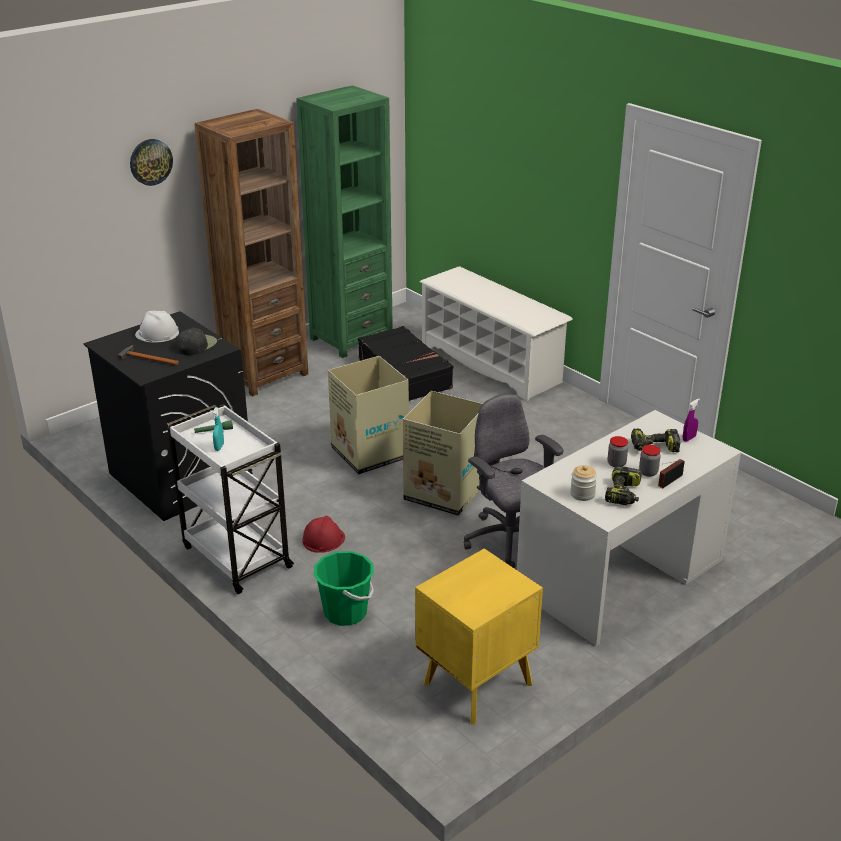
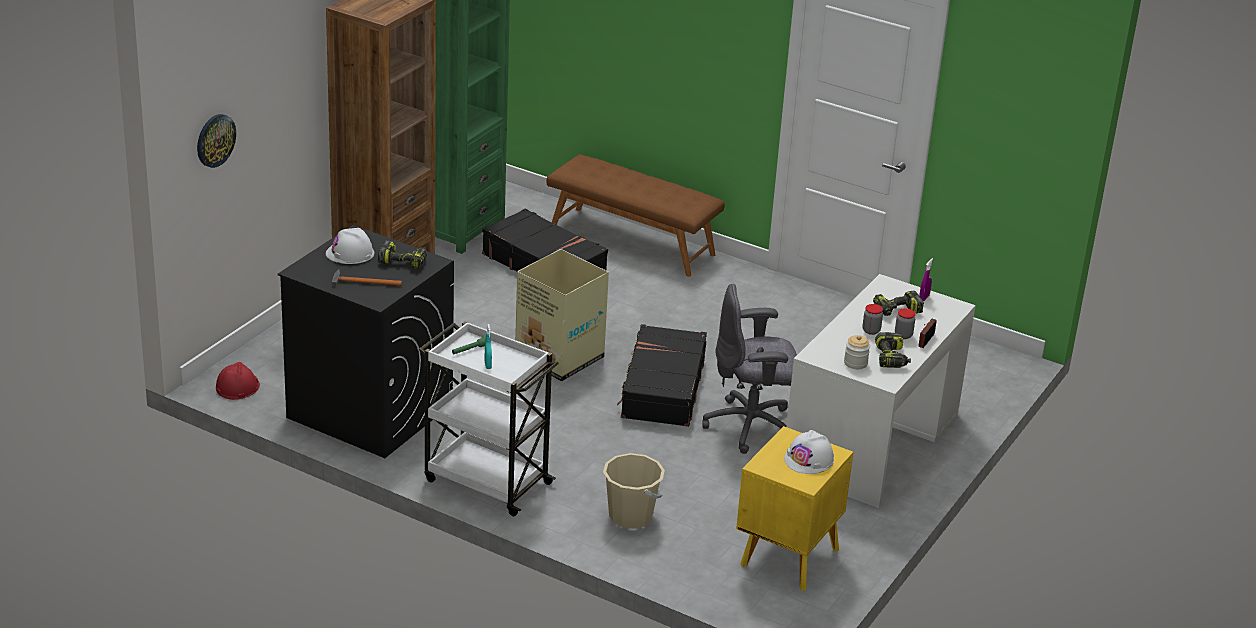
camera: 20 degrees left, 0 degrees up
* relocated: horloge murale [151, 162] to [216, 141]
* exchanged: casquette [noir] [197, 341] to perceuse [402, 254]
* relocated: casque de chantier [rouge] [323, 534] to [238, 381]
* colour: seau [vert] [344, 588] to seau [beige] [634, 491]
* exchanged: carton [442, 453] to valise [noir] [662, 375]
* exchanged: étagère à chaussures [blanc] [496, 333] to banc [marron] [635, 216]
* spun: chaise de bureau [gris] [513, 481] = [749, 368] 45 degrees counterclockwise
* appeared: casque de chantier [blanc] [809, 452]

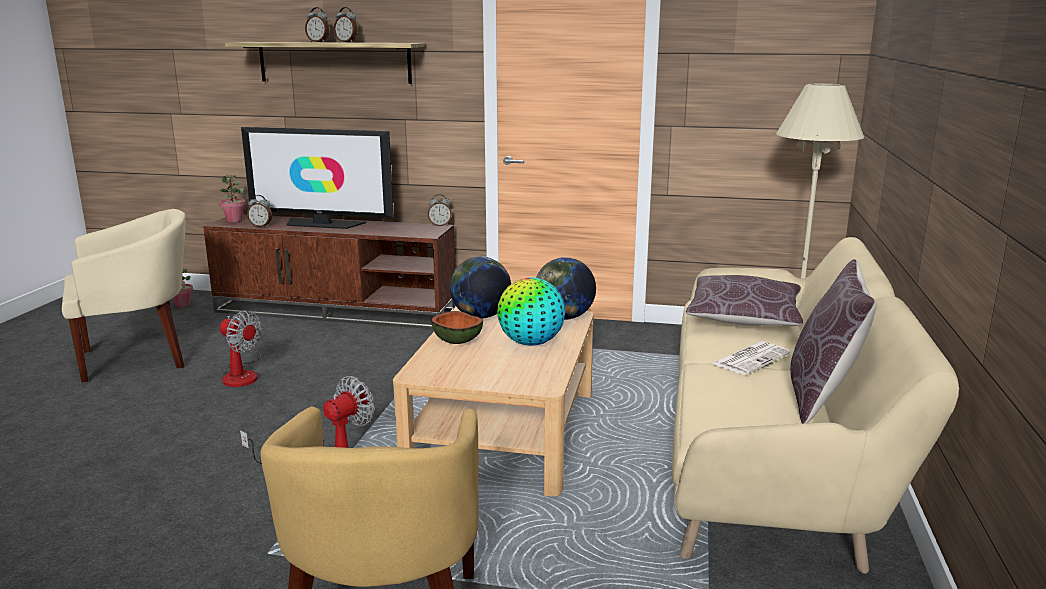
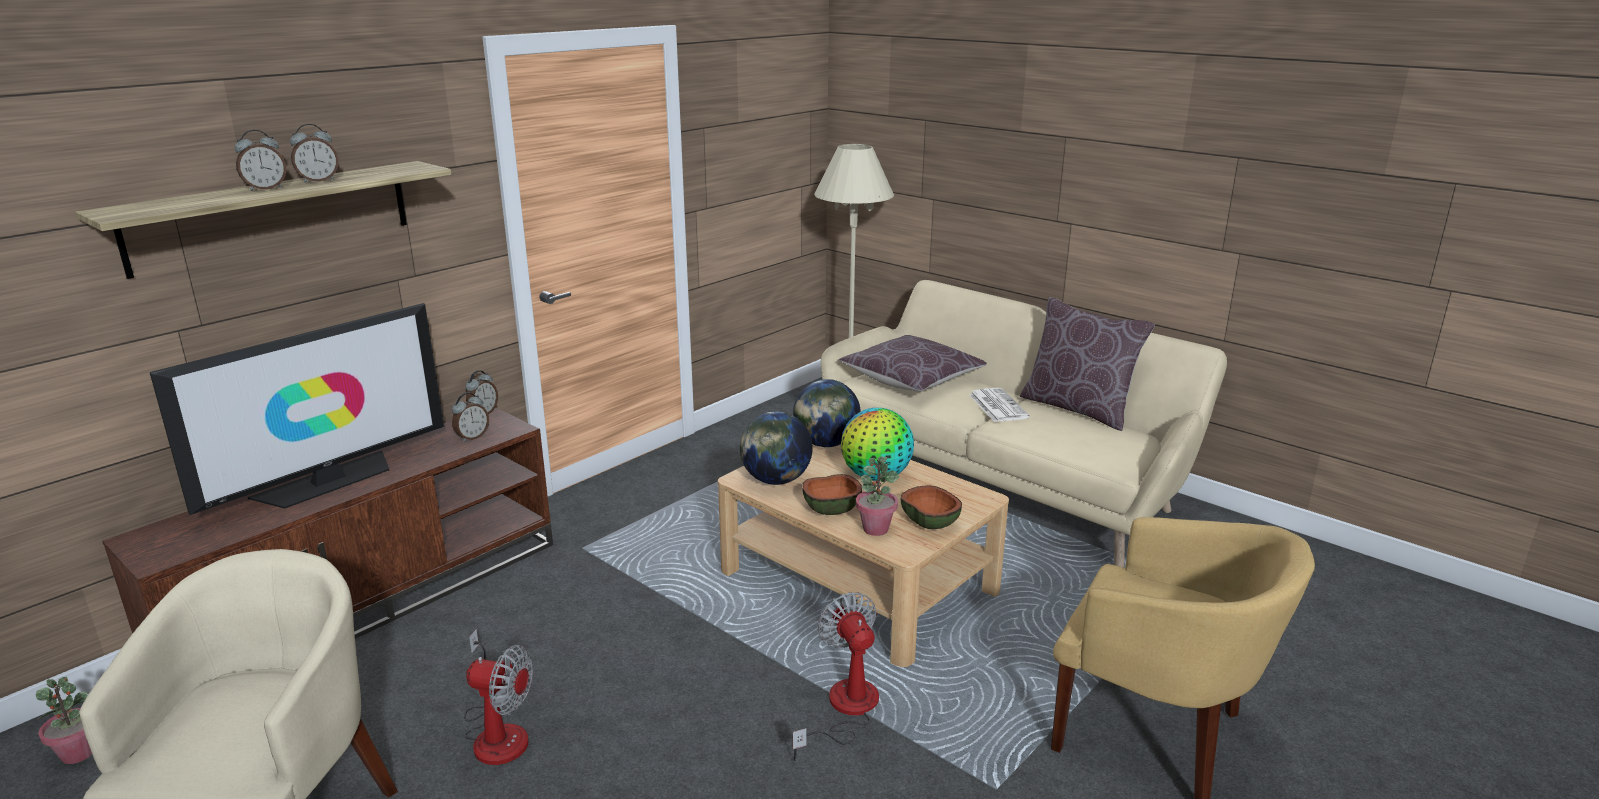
camera: 60 degrees left, 5 degrees up
* relocated: plante en pot [232, 198] to [877, 496]
* spun: ventilateur [241, 348] = [498, 697] 45 degrees clockwise
* relocated: réveil [259, 211] to [470, 417]
* appeared: bol [931, 507]

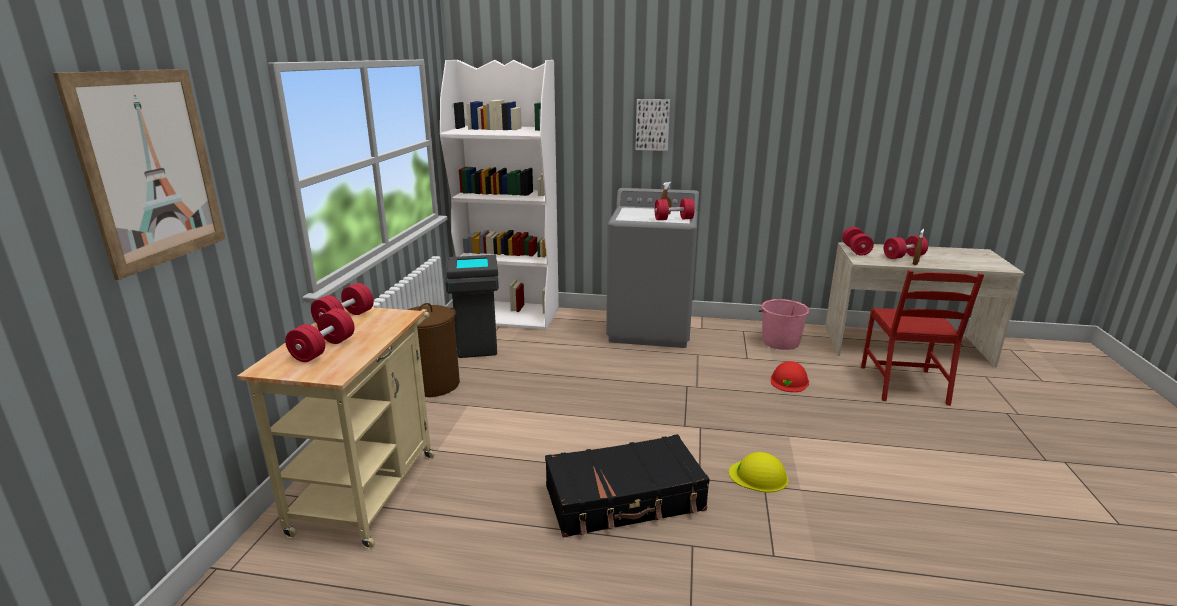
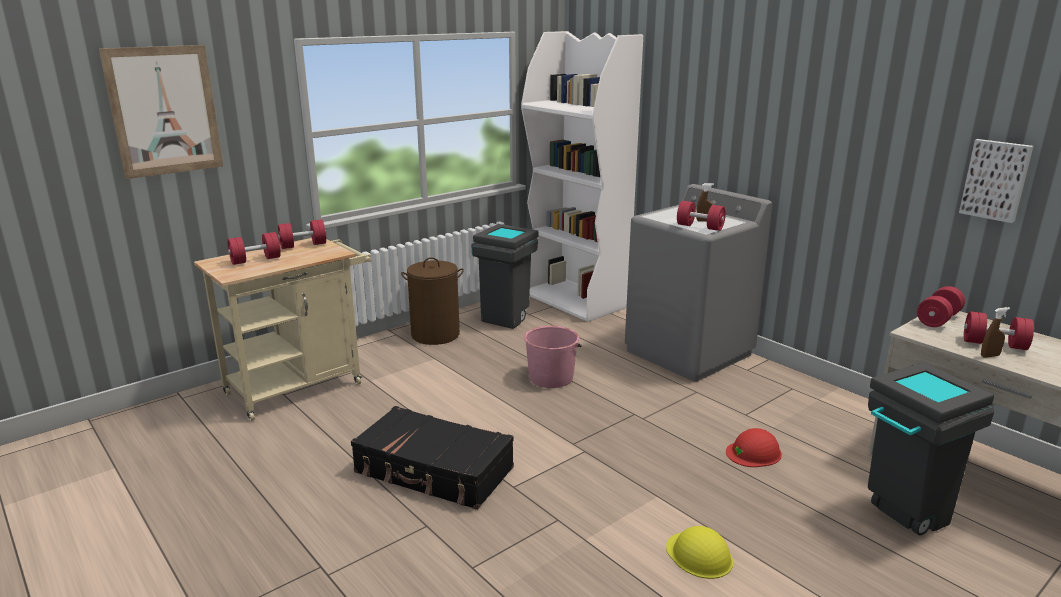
camera: 40 degrees right, 0 degrees up
* relocated: tableau [652, 125] to [996, 181]
* relocated: casque de chantier [jaune] [758, 472] to [699, 552]
* relocated: seau [rose] [784, 324] to [553, 357]
* exchanged: chaise [rouge] [922, 338] to poubelle [gris] [931, 449]

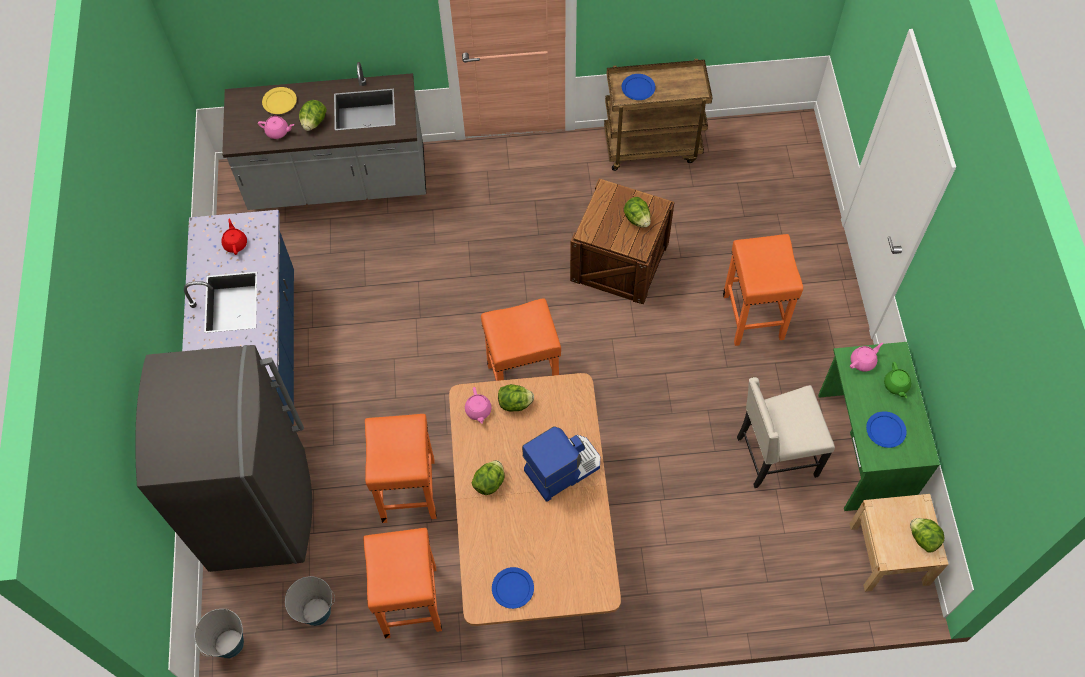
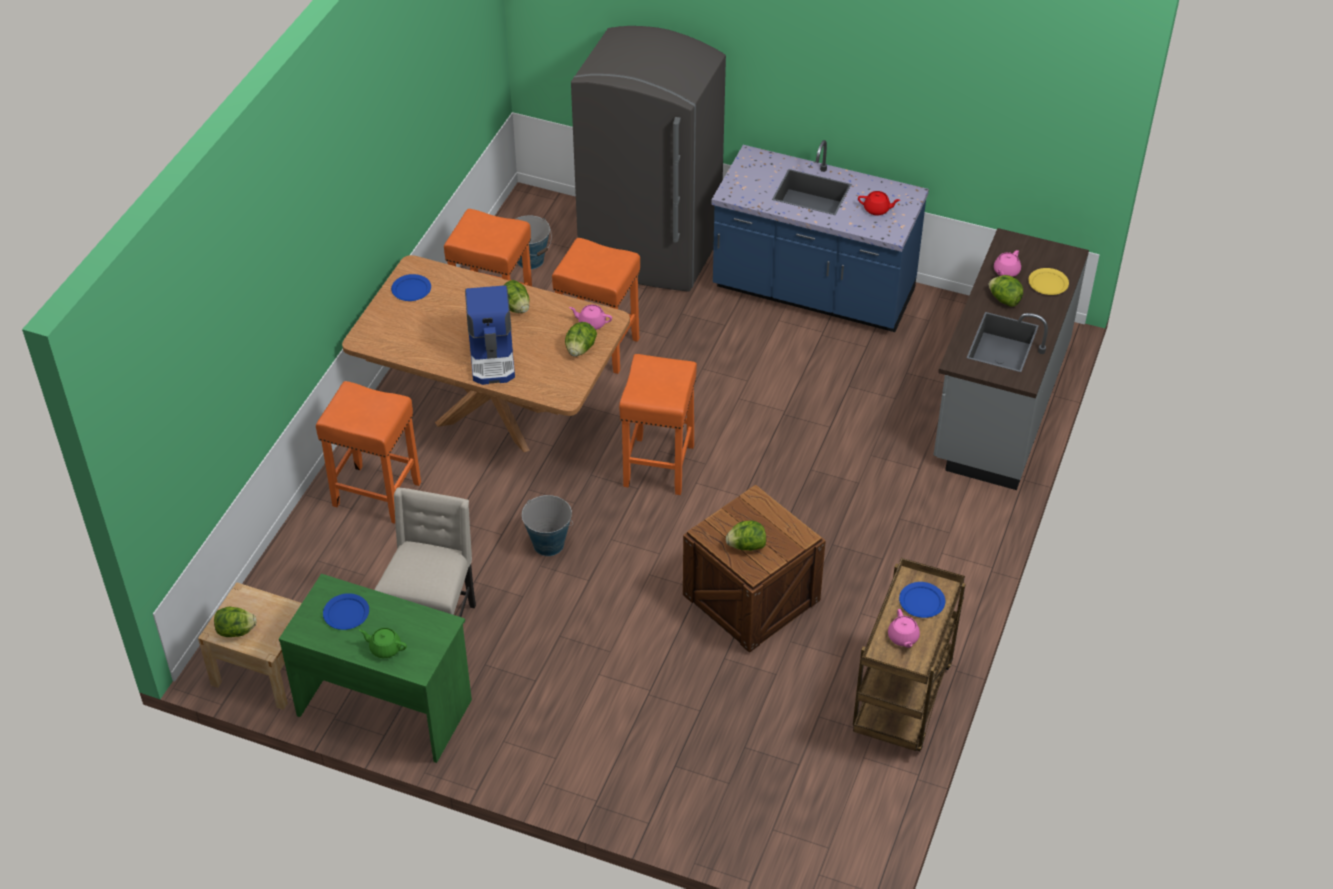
camera: 115 degrees right, 15 degrees down
* relocated: seau [219, 633] to [547, 525]
* relocated: tabouret [orange] [763, 290] to [368, 452]
* relocated: théière [rose] [866, 357] to [904, 628]

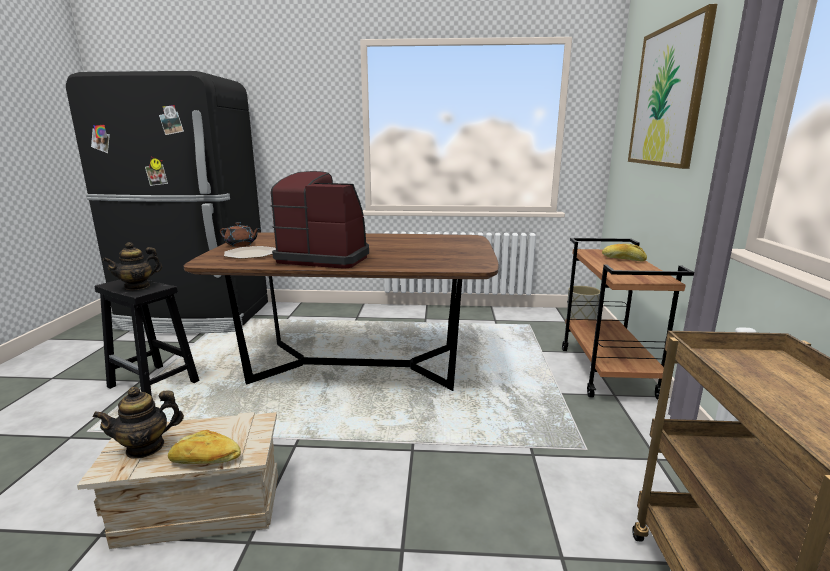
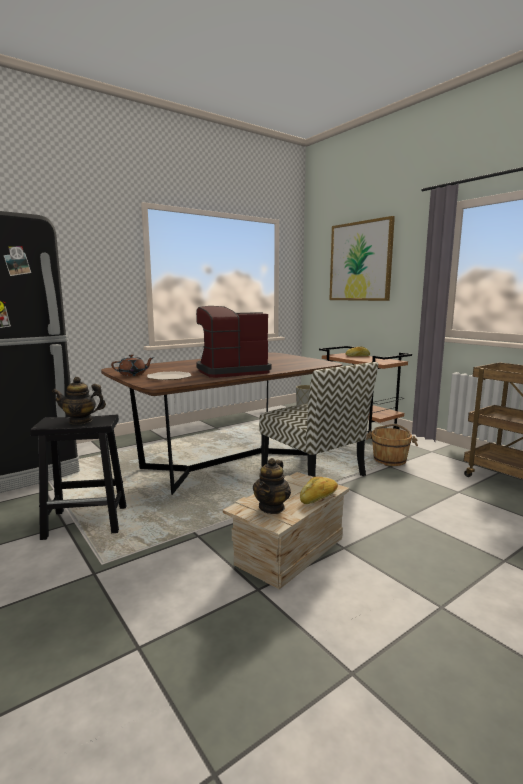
camera: 40 degrees left, 5 degrees down
* spun: théière [132, 266] = [79, 400] 75 degrees clockwise
* appeared: chaise [318, 419]
* appeared: seau [marron] [392, 445]

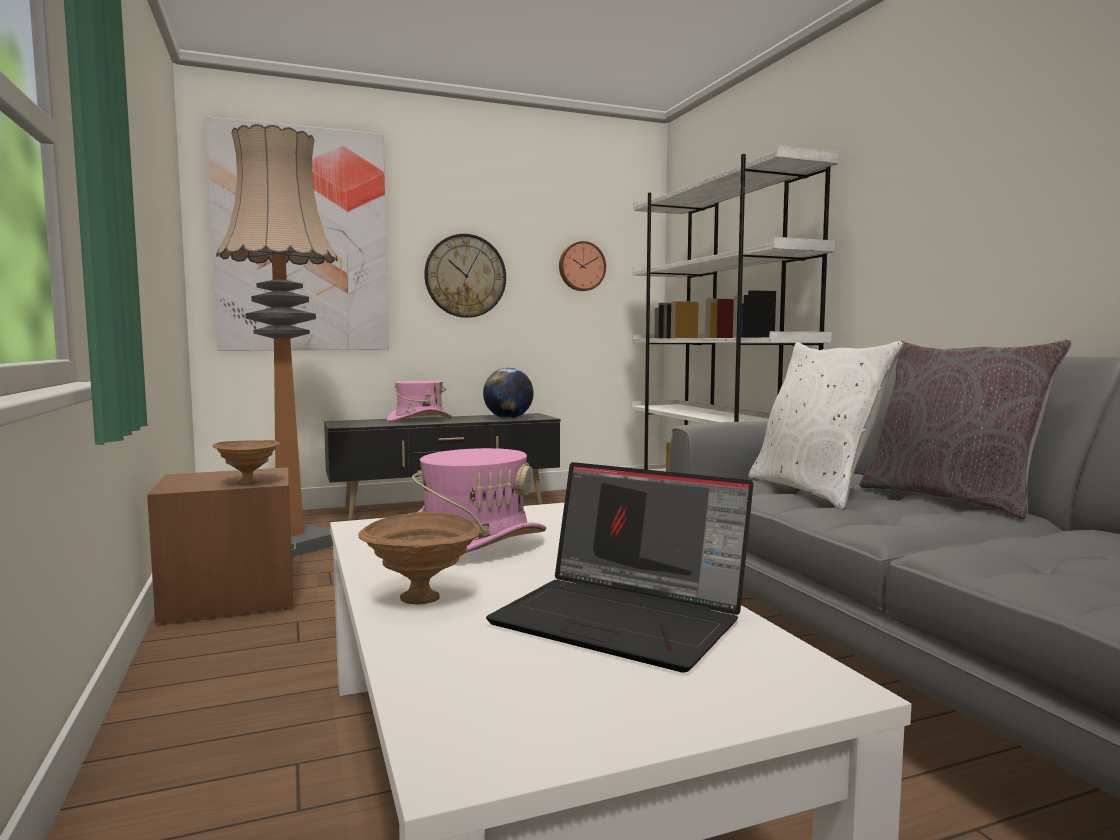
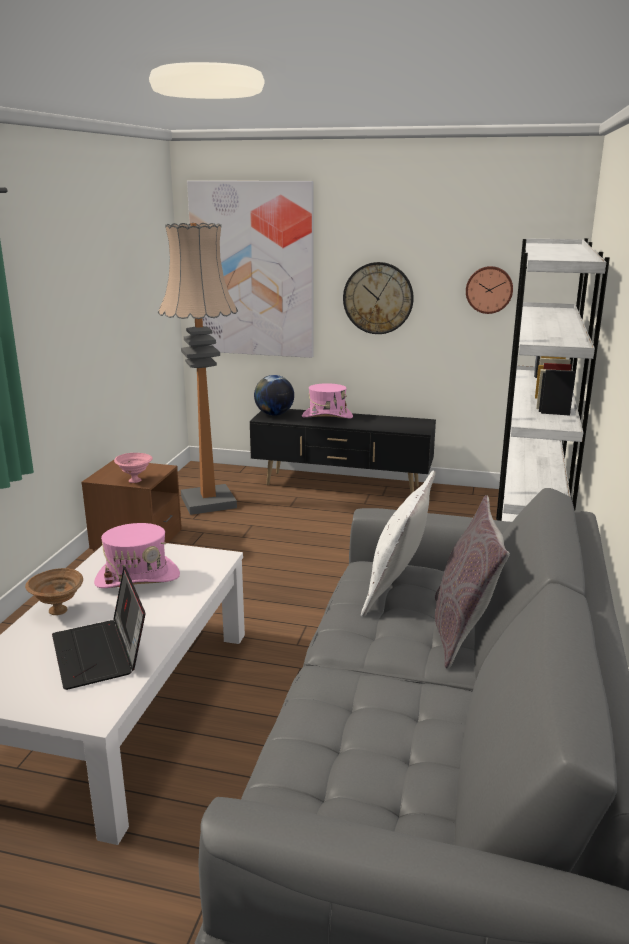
camera: 35 degrees right, 15 degrees up
* colour: bol [marron] [246, 462] to bol [rose] [133, 468]
* relocated: globe [508, 393] to [274, 395]

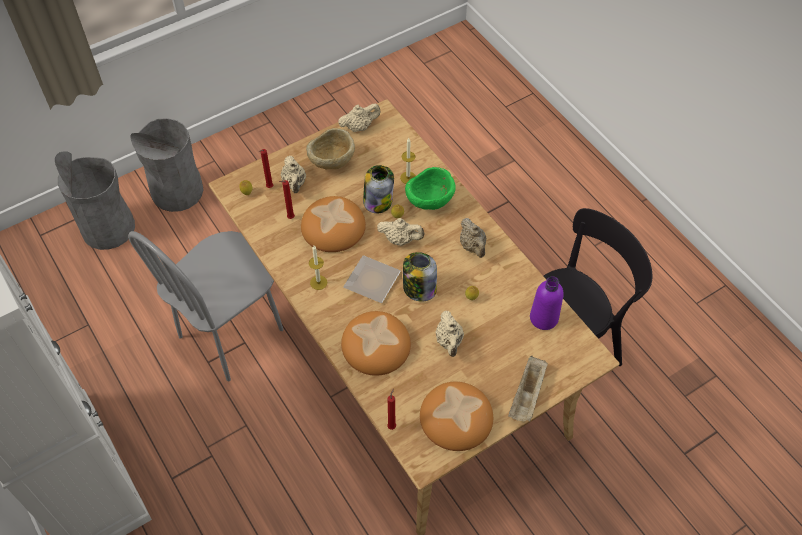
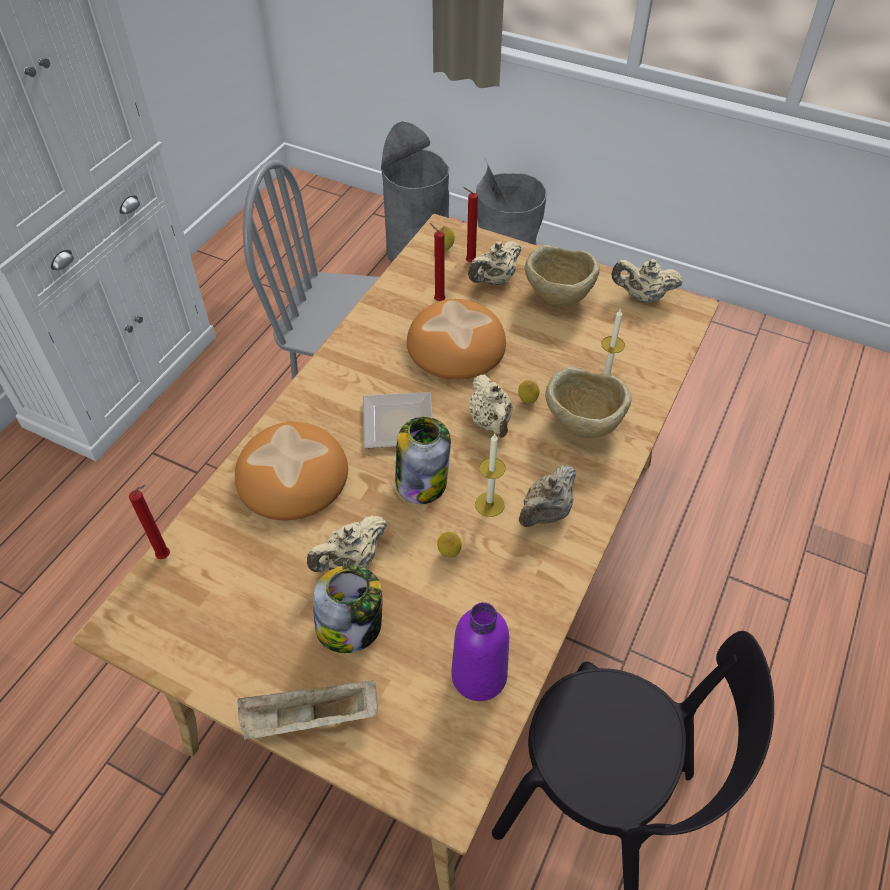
camera: 60 degrees right, 5 degrees down
* relocated: bougie [318, 268] to [490, 475]
* spun: théière [beige] [359, 117] = [647, 281] 150 degrees clockwise
* relocated: bocal [378, 189] to [348, 609]
* colour: bol [vert] [430, 188] to bol [beige] [588, 402]
* missing: pain [456, 416]

